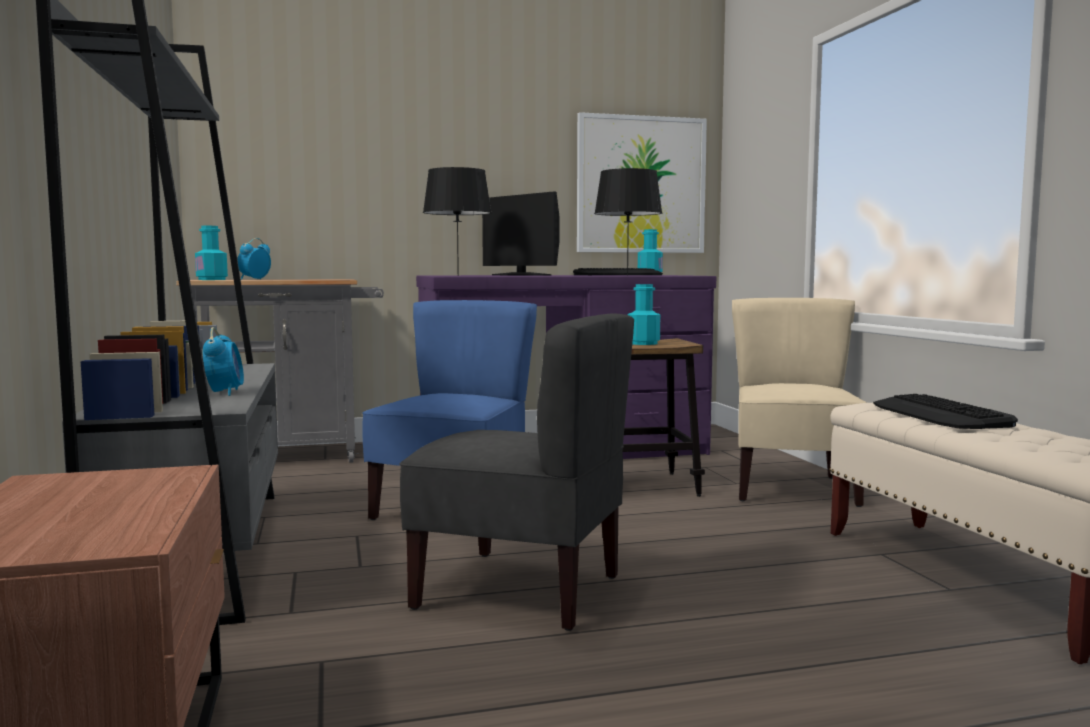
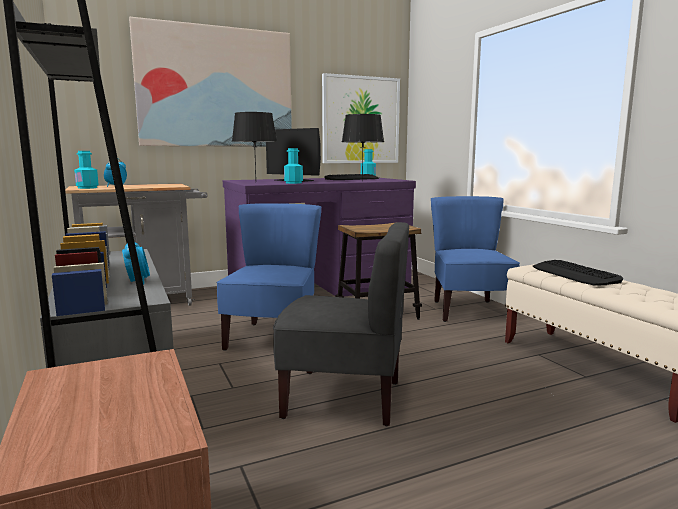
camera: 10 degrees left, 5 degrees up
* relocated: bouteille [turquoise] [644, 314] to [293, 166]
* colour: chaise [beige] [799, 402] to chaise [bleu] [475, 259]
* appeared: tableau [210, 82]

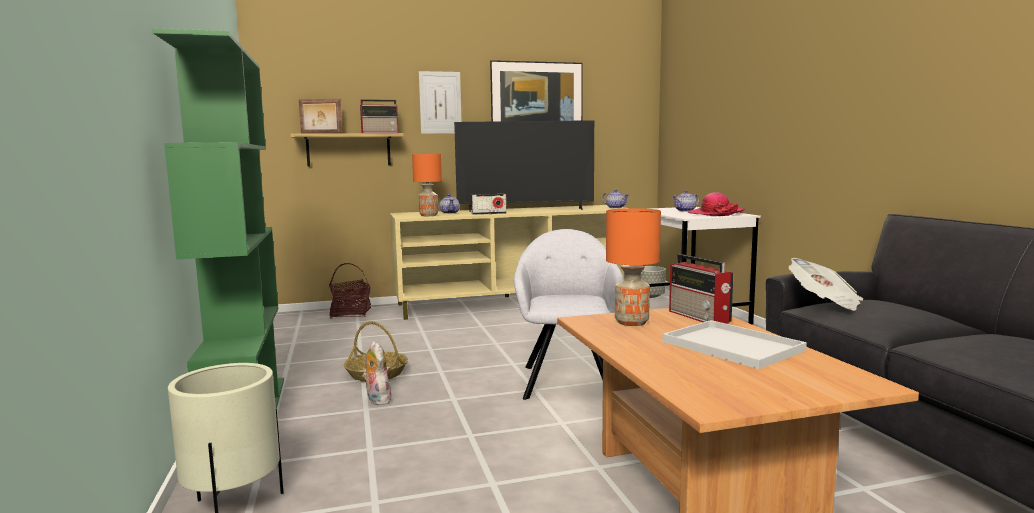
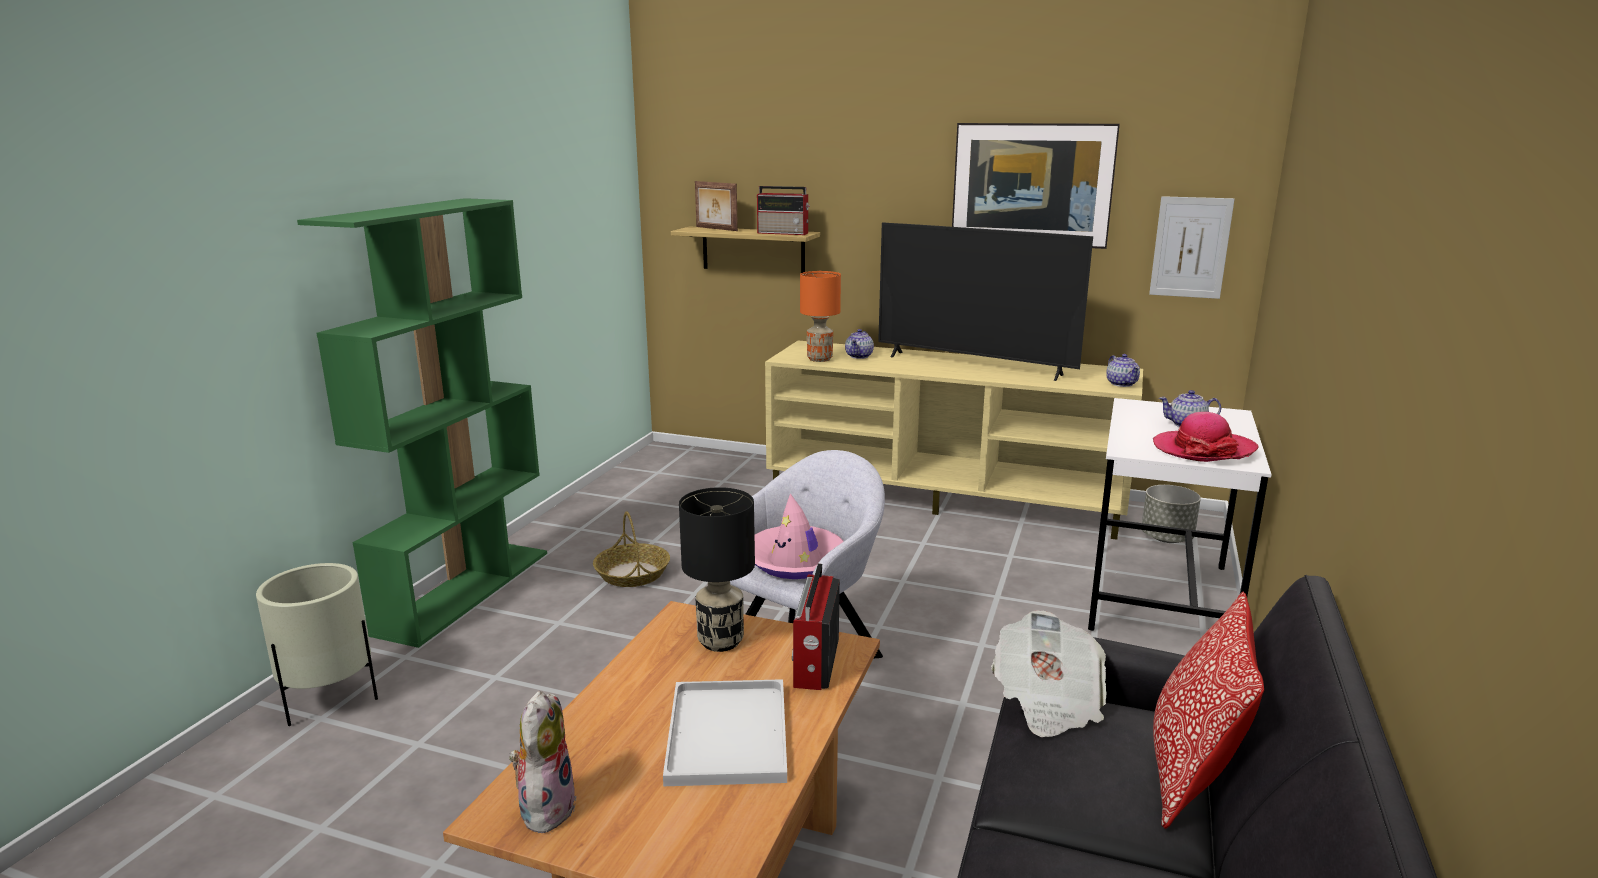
camera: 35 degrees right, 10 degrees up
* missing: panier [350, 291]
* relocated: peluche [376, 373] to [542, 762]
* relocated: tableau [440, 102] to [1192, 247]
* missing: radio [488, 204]
* colour: lampe de table [orange] [633, 267] to lampe de table [noir] [717, 569]
* appeared: chapeau [rose] [799, 536]
* appeared: coussin [1208, 710]

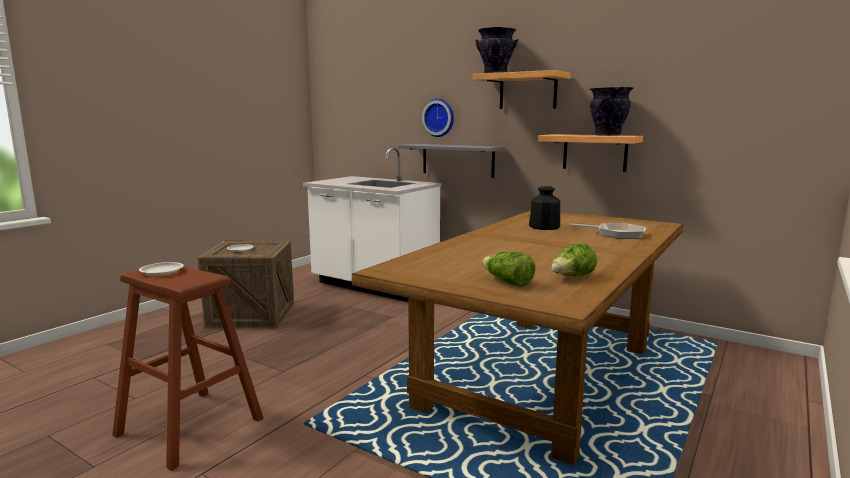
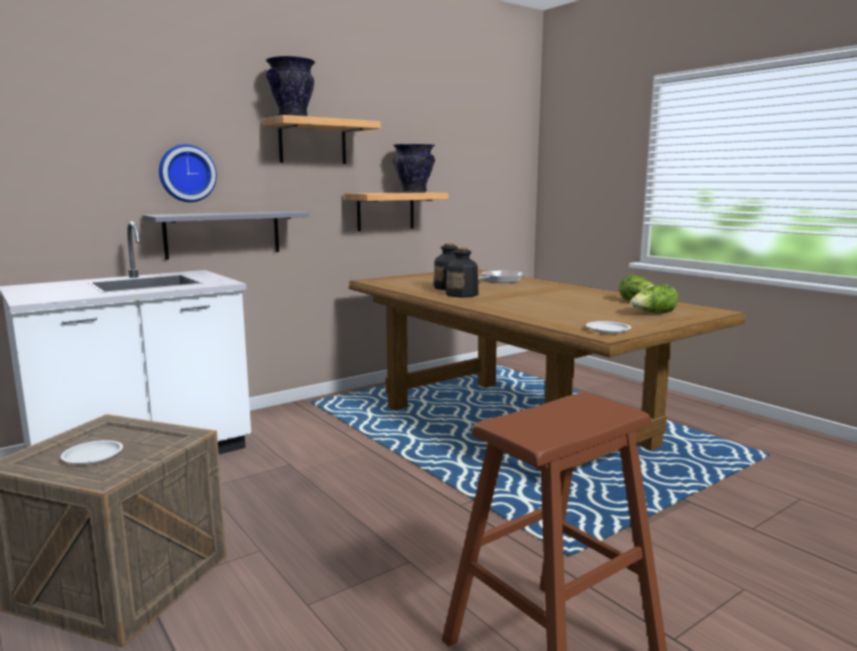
camera: 70 degrees left, 0 degrees up
* relocated: assiette [blanc] [161, 268] to [608, 327]
* appeared: bouteille [462, 272]

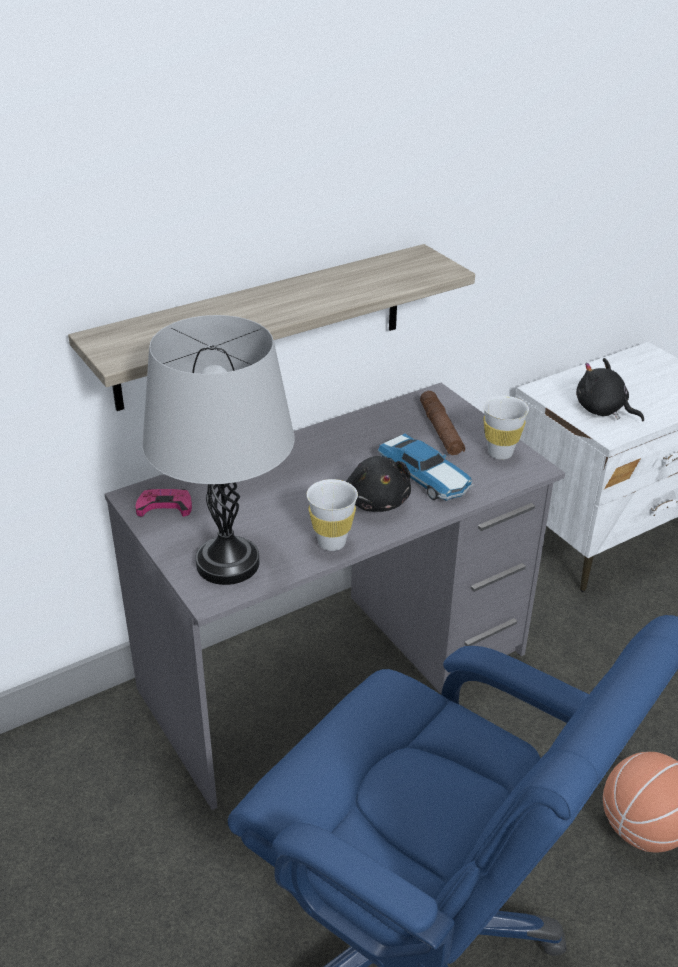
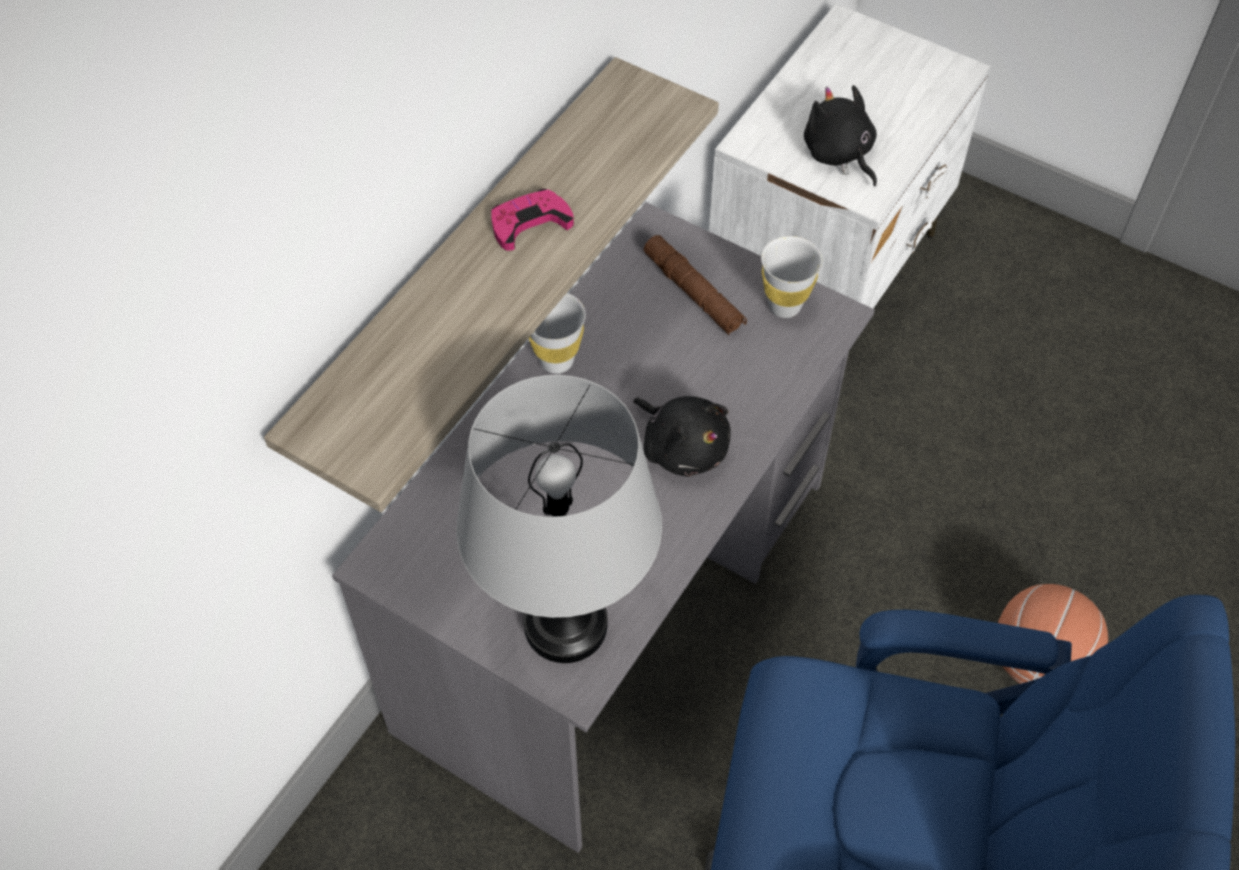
camera: 25 degrees left, 20 degrees up
* relocated: manette [rose] [164, 503] to [532, 220]
* relocated: tasse [blanc] [332, 515] to [557, 333]
* missing: petite voiture [426, 467]
* spun: peluche [noir] [610, 390] = [840, 135] 45 degrees clockwise

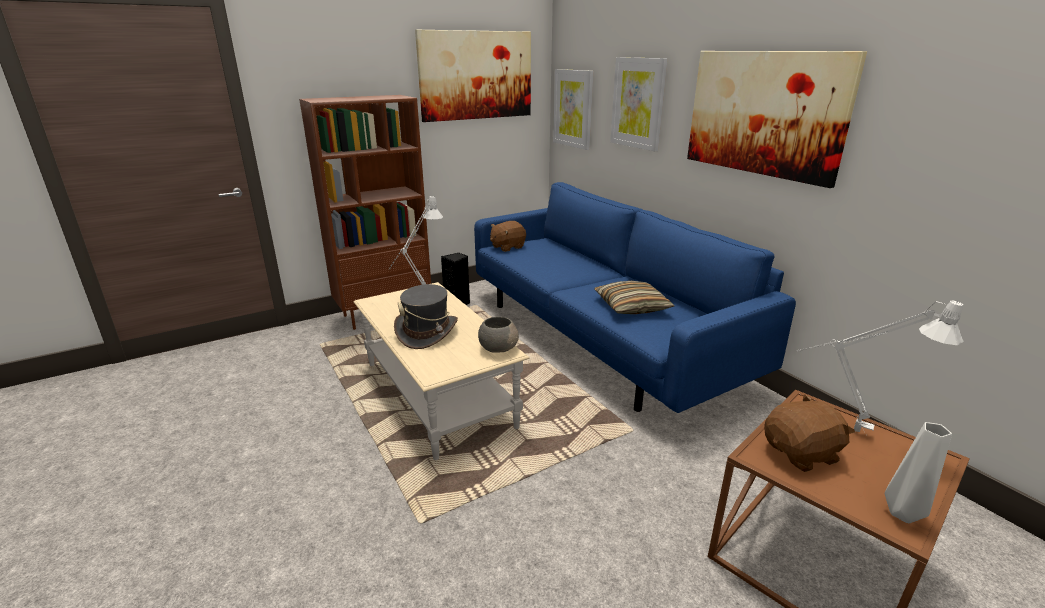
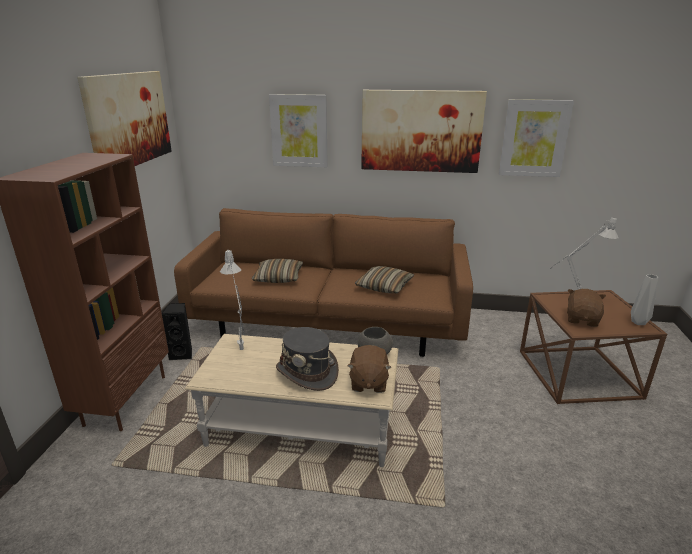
camera: 50 degrees left, 0 degrees up
* colour: canapé [bleu] [635, 297] to canapé [marron] [323, 282]
* relocated: peluche [marron] [508, 236] to [369, 369]
* relocated: tableau [573, 109] to [536, 138]
* appeared: coussin [277, 271]

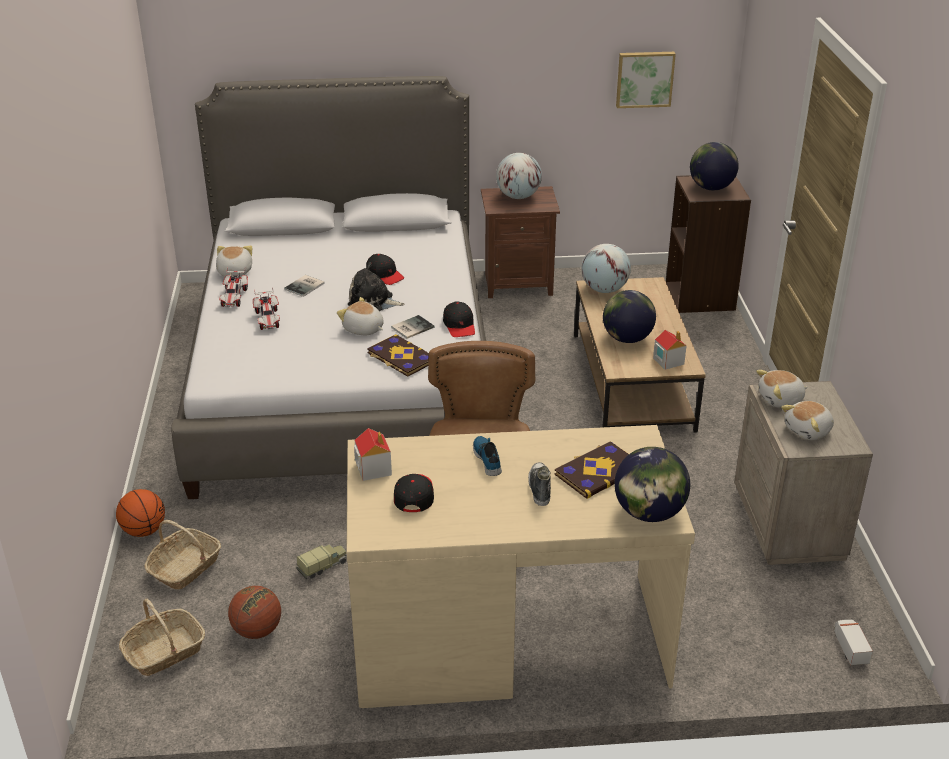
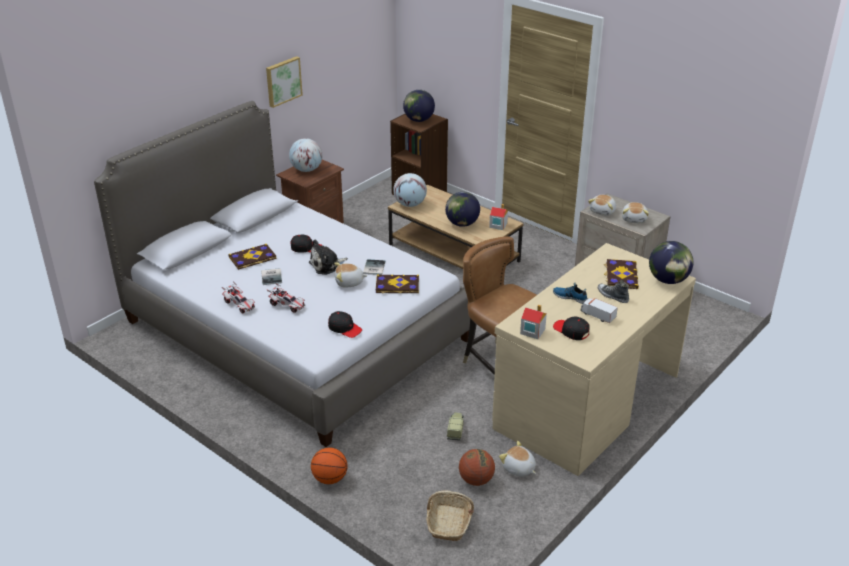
camera: 45 degrees left, 0 degrees up
* missing: panier [182, 554]
* relocated: peluche [234, 261] to [517, 459]
* relocated: casquette [noir] [459, 319] to [345, 324]
* relocated: tableau [646, 80] to [284, 82]
* relocated: camion jouet [853, 642] to [599, 310]
* appeared: livre [252, 257]

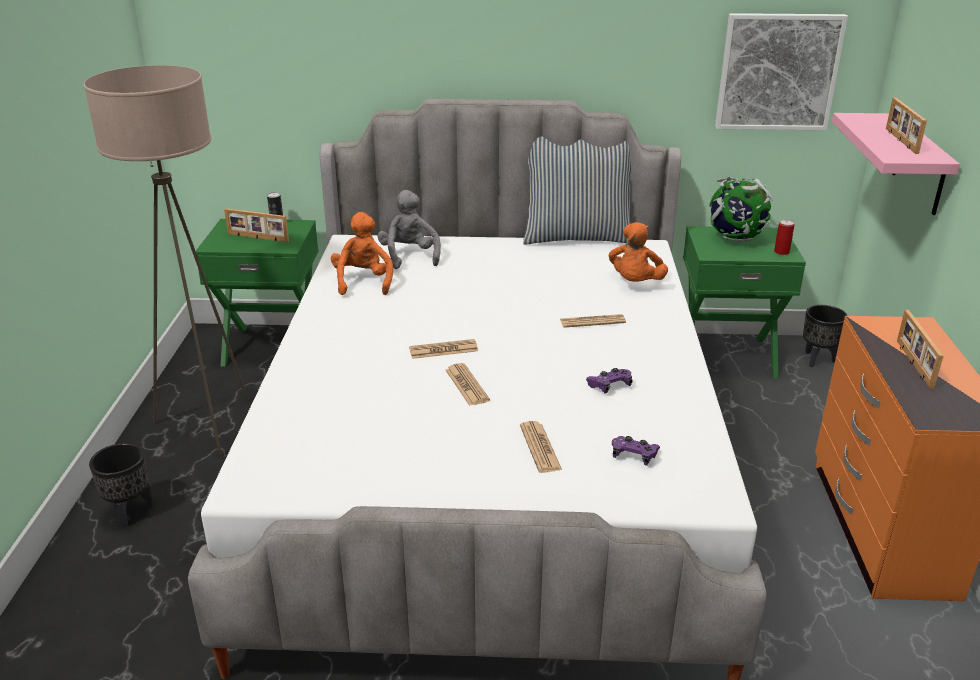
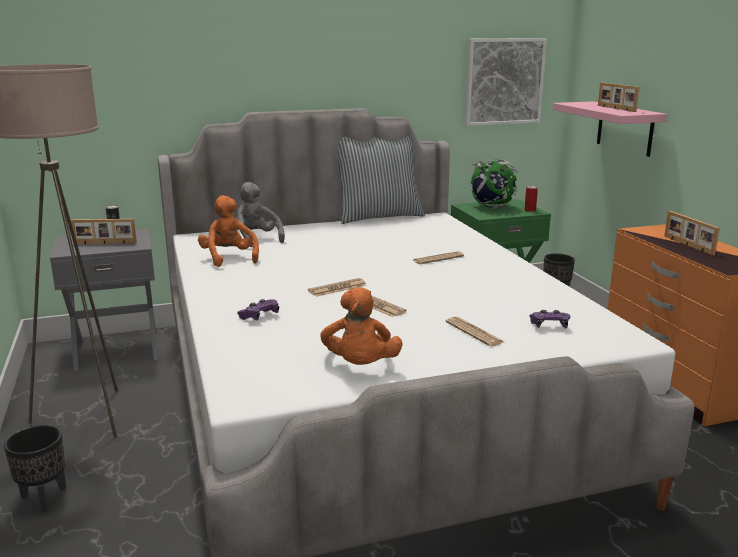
camera: 20 degrees left, 10 degrees down
* colour: table de chevet [vert] [257, 293] to table de chevet [gris] [104, 300]
* relocated: manette [violet] [609, 381] to [258, 310]
* relocated: peluche [orange] [638, 252] to [362, 326]

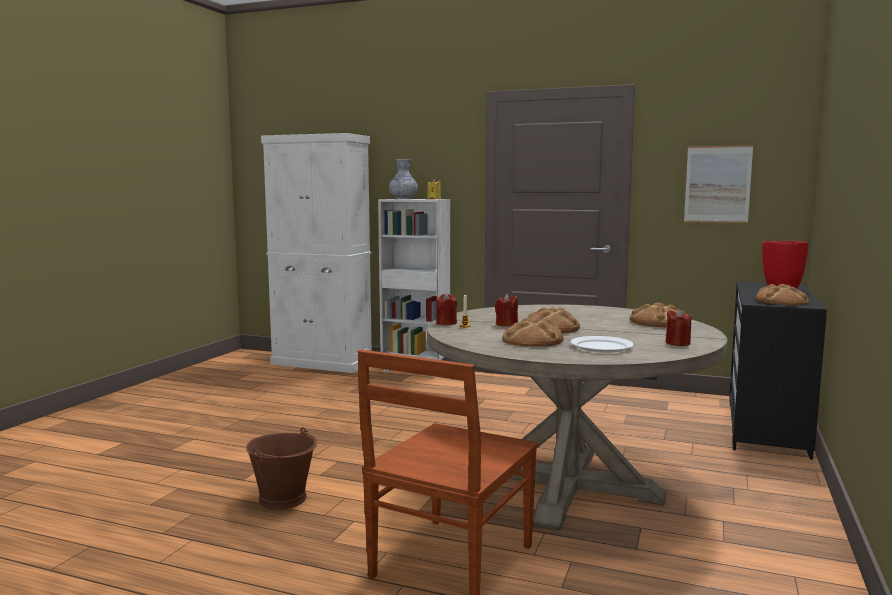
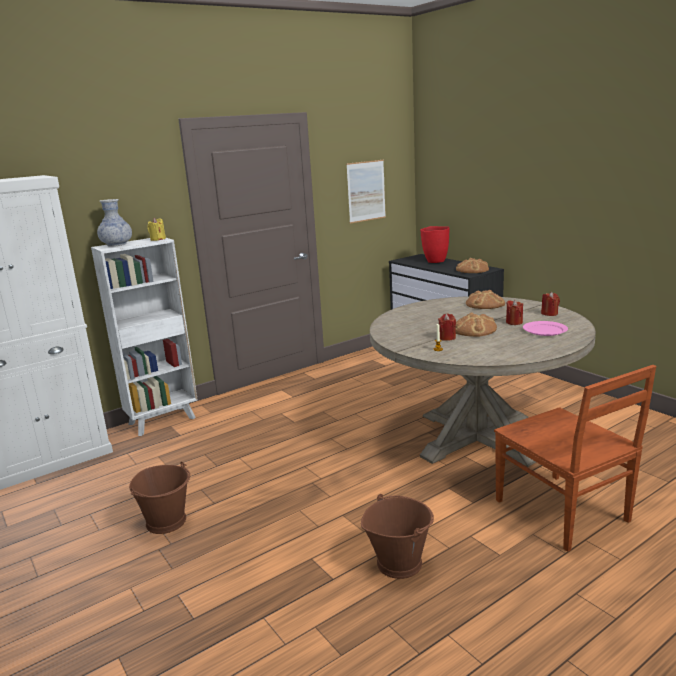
camera: 55 degrees left, 10 degrees up
* relocated: bougie [rouge] [446, 309] to [514, 312]
* missing: pain [533, 332]
* colour: assiette [blanc] [602, 344] to assiette [rose] [545, 328]
* appeared: seau [marron] [159, 498]

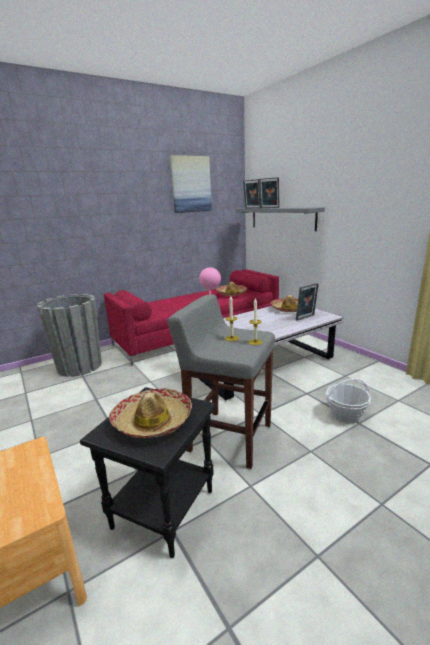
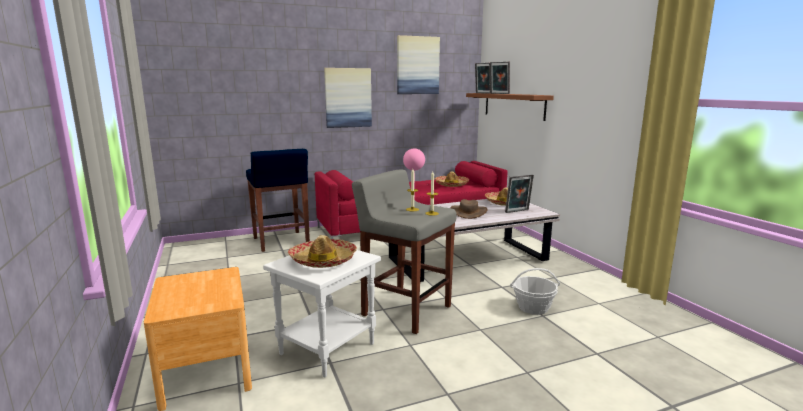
camera: 10 degrees right, 5 degrees down
* exchanged: cache-pot [gris] [69, 335] to tabouret [bleu] [278, 200]
* colour: table d'appoint [noir] [148, 472] to table d'appoint [blanc] [322, 313]
* colour: étagère [gris] [280, 219] to étagère [marron] [510, 107]
* appeared: tableau [348, 98]
* appeared: chapeau [marron] [469, 209]

